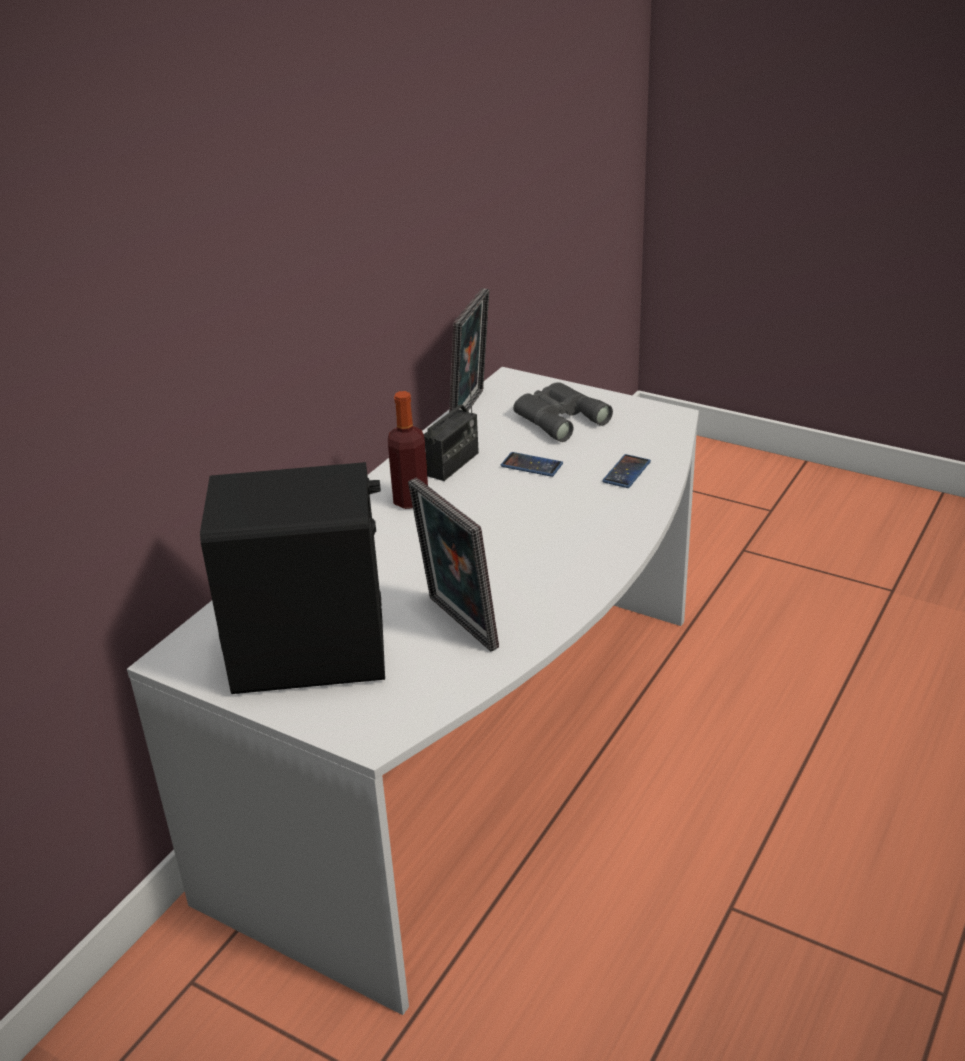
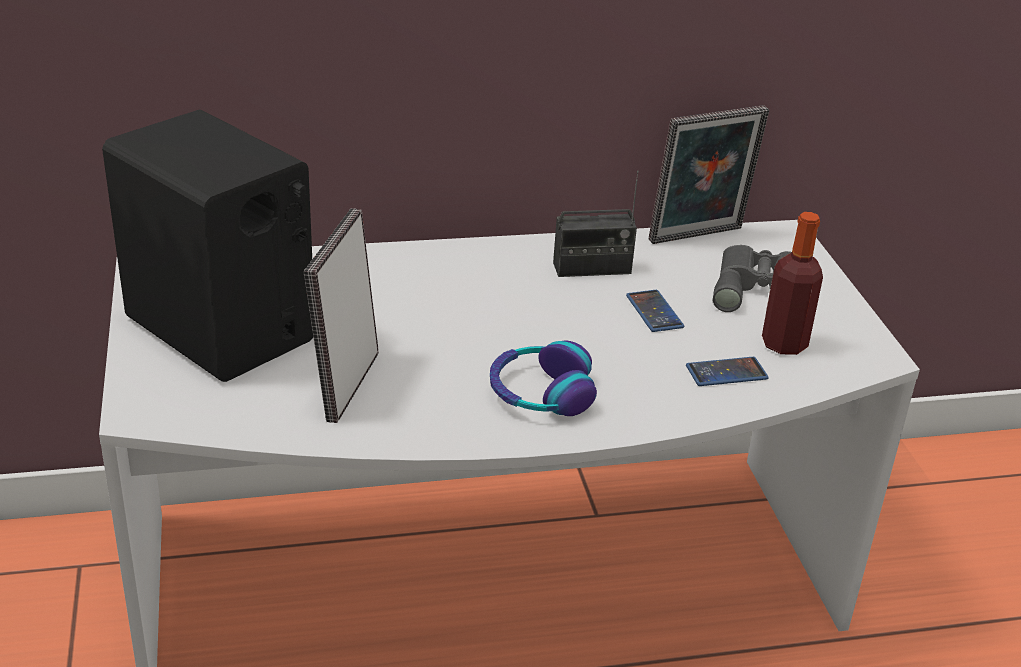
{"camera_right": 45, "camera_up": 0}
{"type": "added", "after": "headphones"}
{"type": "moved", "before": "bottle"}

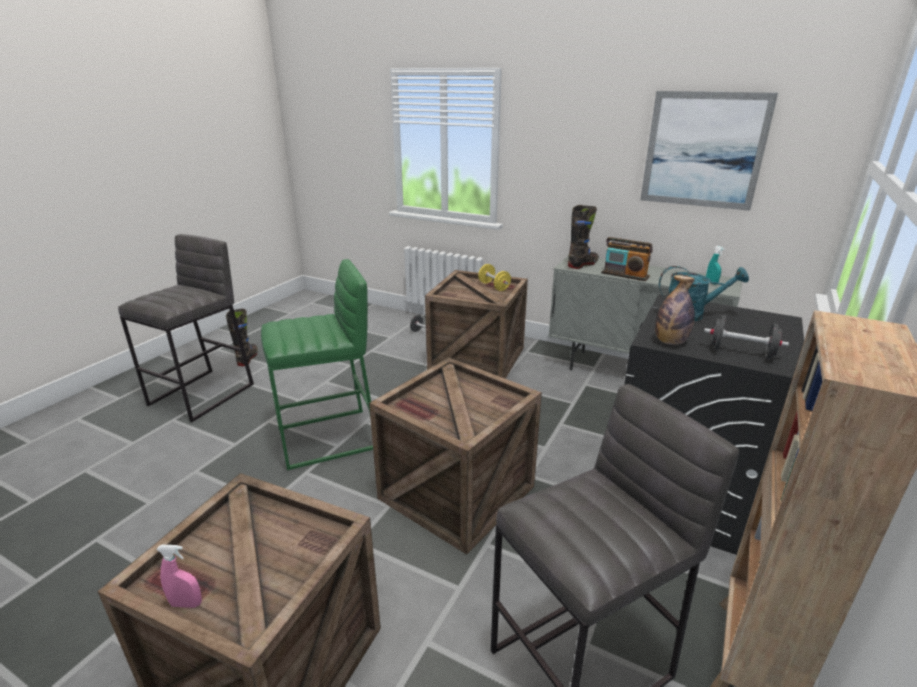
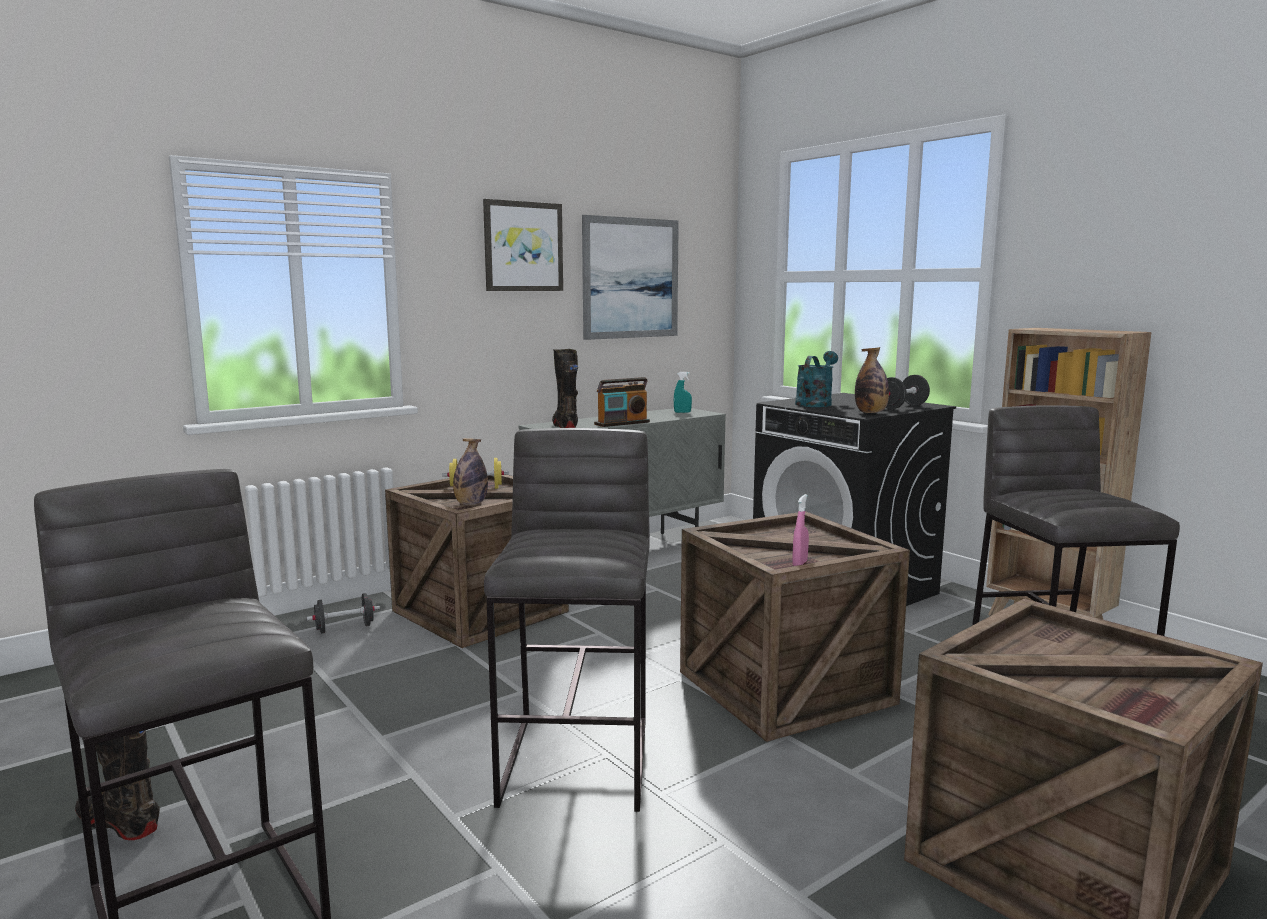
{"camera_right": -65, "camera_up": -15}
{"type": "added", "after": "bottle (1st from left)"}
{"type": "added", "after": "picture (1st from left)"}
{"type": "recoloured", "before": "green stool", "after": "grey stool (2nd from left)"}
{"type": "moved", "before": "pink spray bottle"}

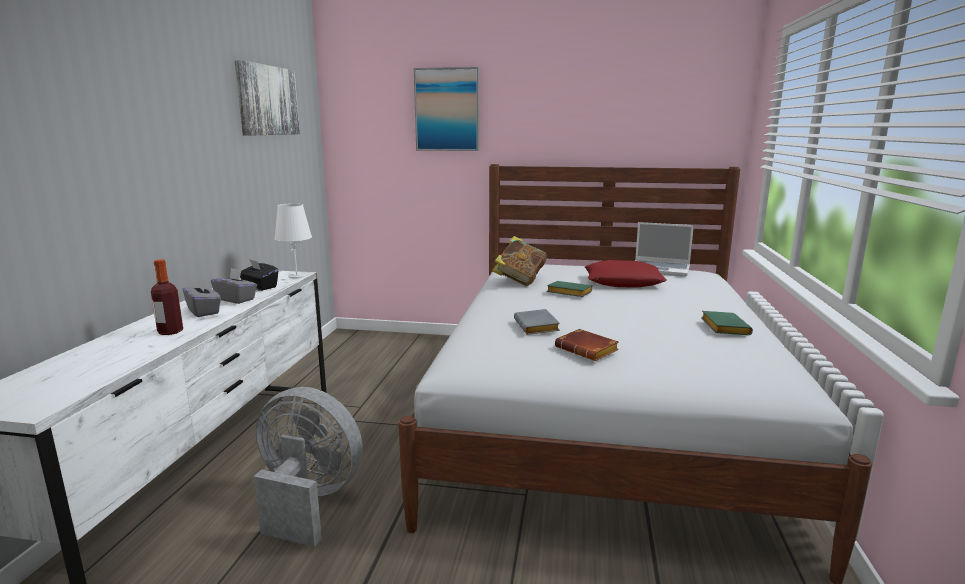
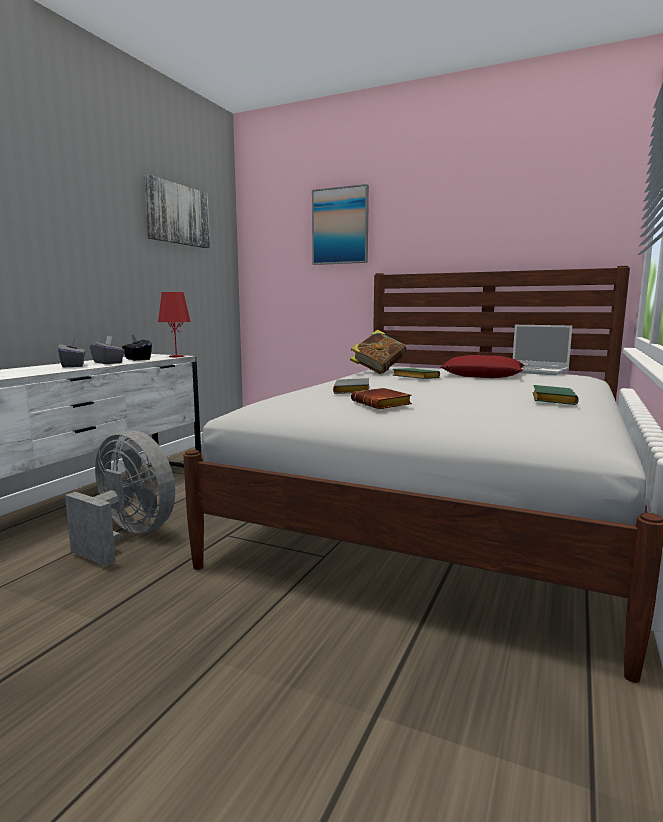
{"camera_right": 15, "camera_up": -5}
{"type": "recoloured", "before": "white table lamp", "after": "red table lamp"}
{"type": "removed", "before": "bottle"}

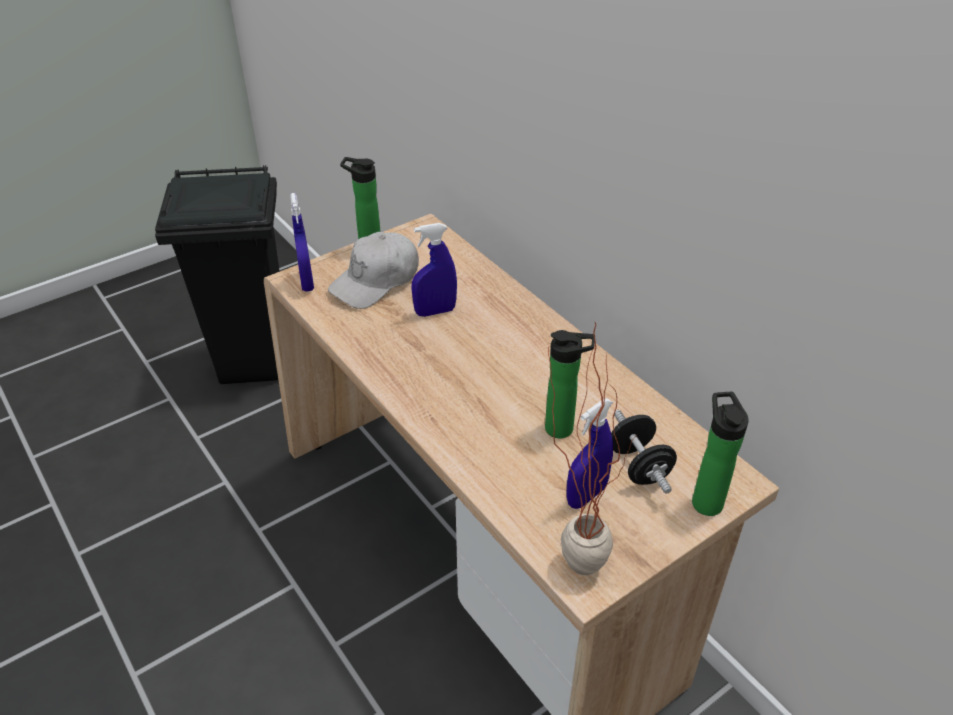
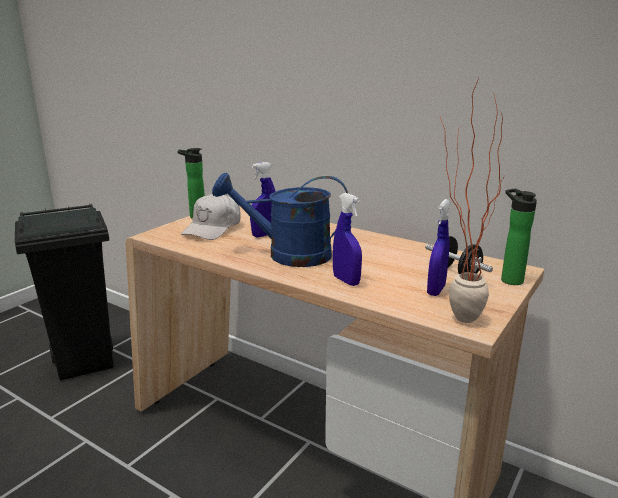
{"camera_right": -20, "camera_up": -20}
{"type": "added", "after": "blue watering can"}
{"type": "moved", "before": "blue spray bottle (1st from left in the first image)", "after": "blue spray bottle (2nd from left)"}
{"type": "removed", "before": "bottle (2nd from left)"}

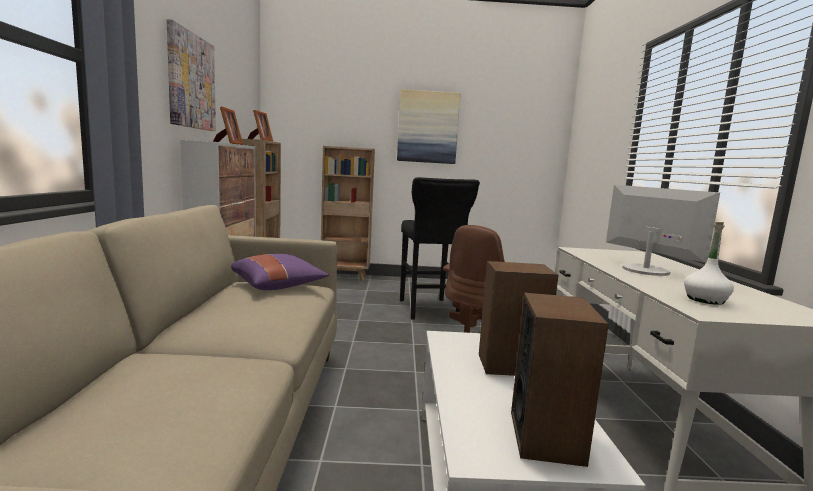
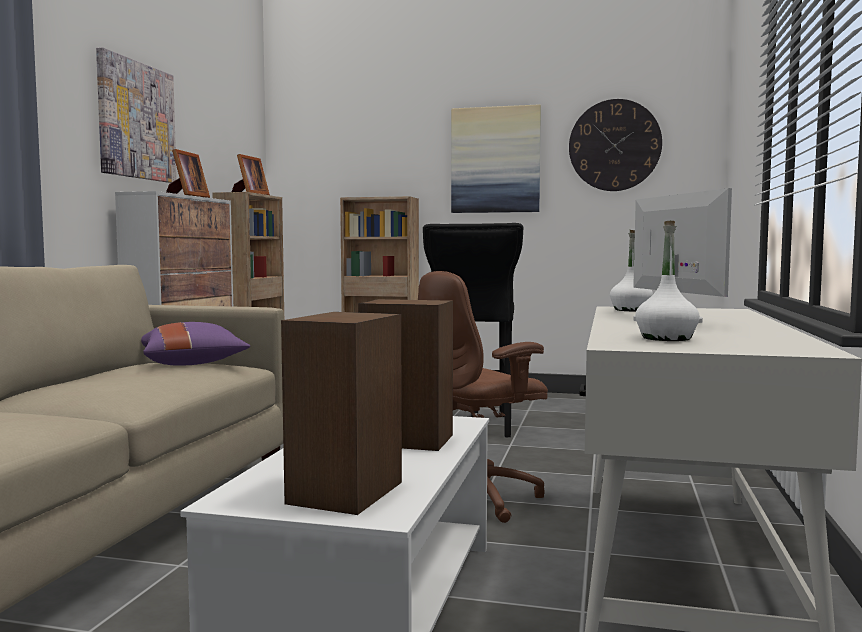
{"camera_right": 15, "camera_up": -5}
{"type": "added", "after": "wall clock"}
{"type": "added", "after": "white bottle (1st from left)"}

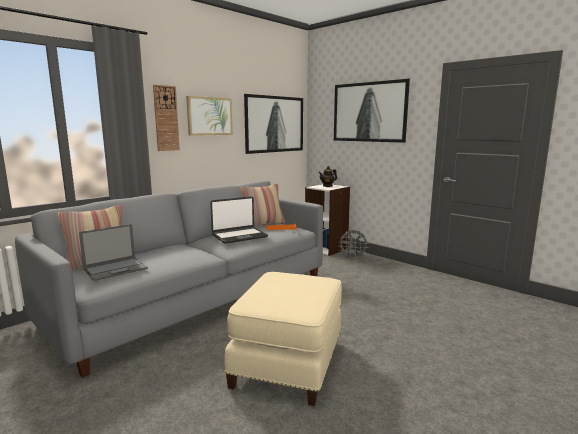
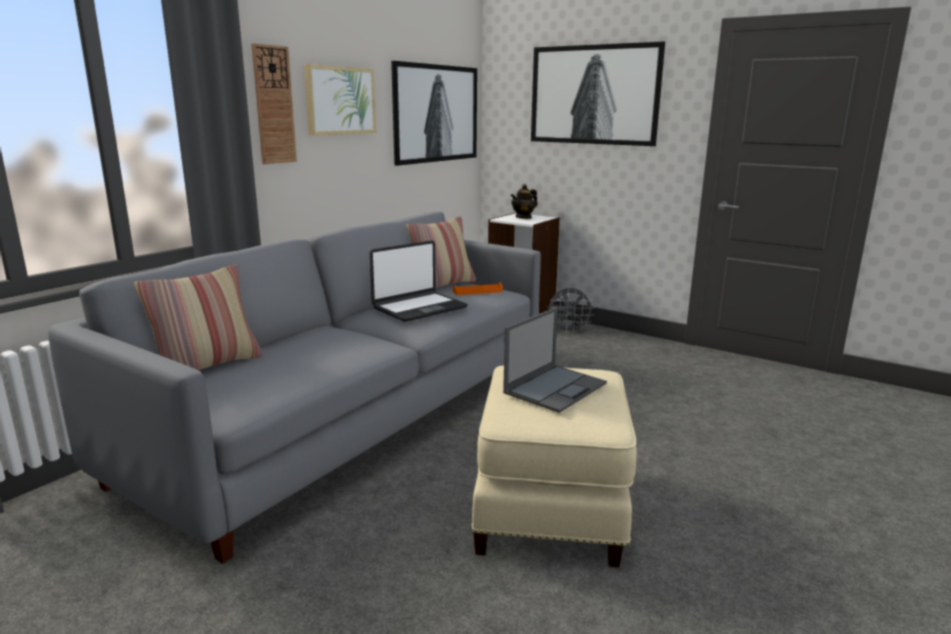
{"camera_right": -10, "camera_up": 5}
{"type": "moved", "before": "laptop (1st from left in the first image)", "after": "laptop (2nd from left)"}

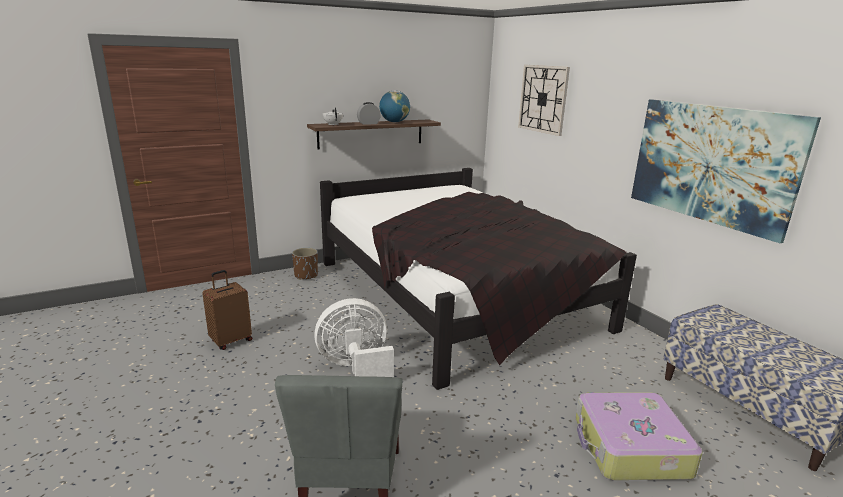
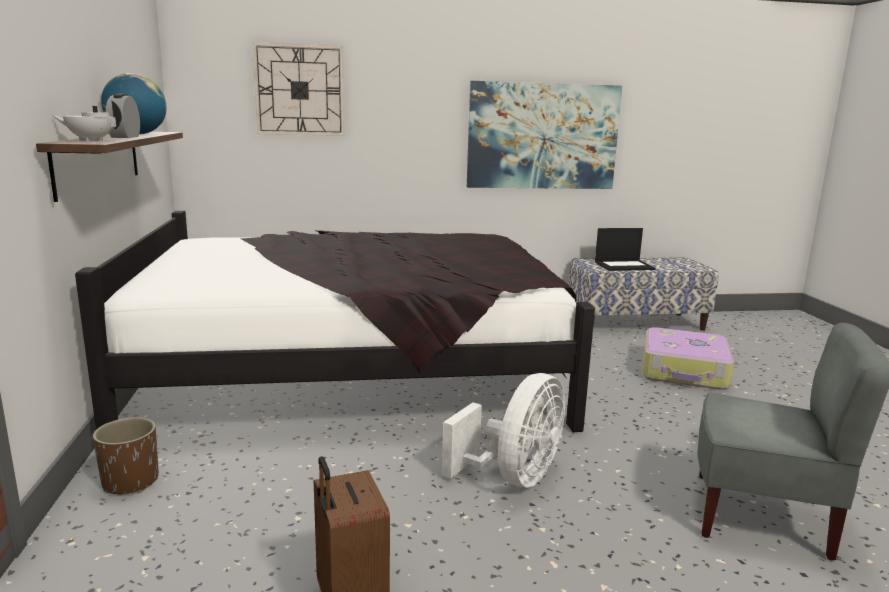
{"camera_right": -70, "camera_up": -5}
{"type": "turned", "before": "white fan", "turn": -150}
{"type": "added", "after": "laptop"}

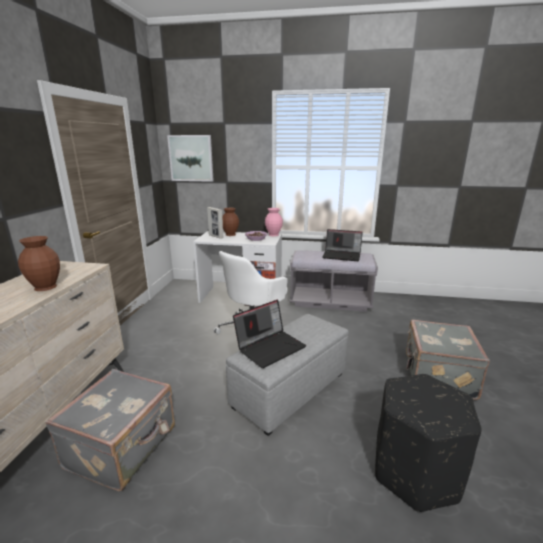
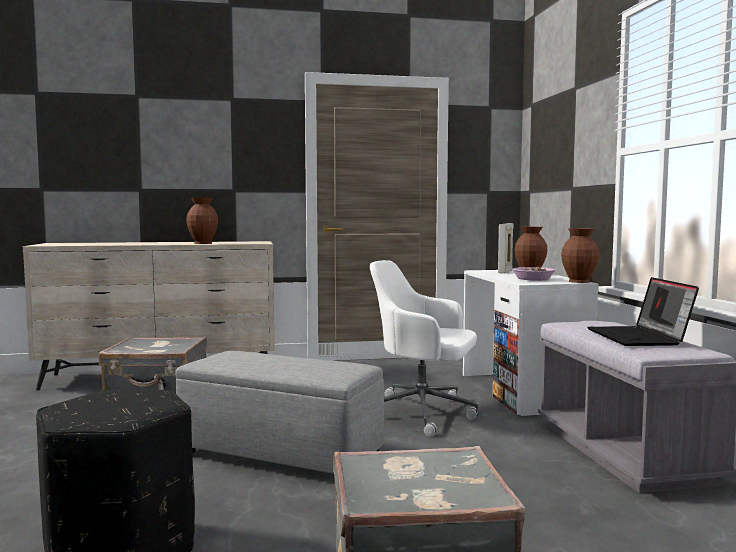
{"camera_right": 70, "camera_up": -15}
{"type": "recoloured", "before": "pink vase", "after": "brown vase (3rd from left)"}
{"type": "removed", "before": "picture"}
{"type": "removed", "before": "laptop (1st from left)"}

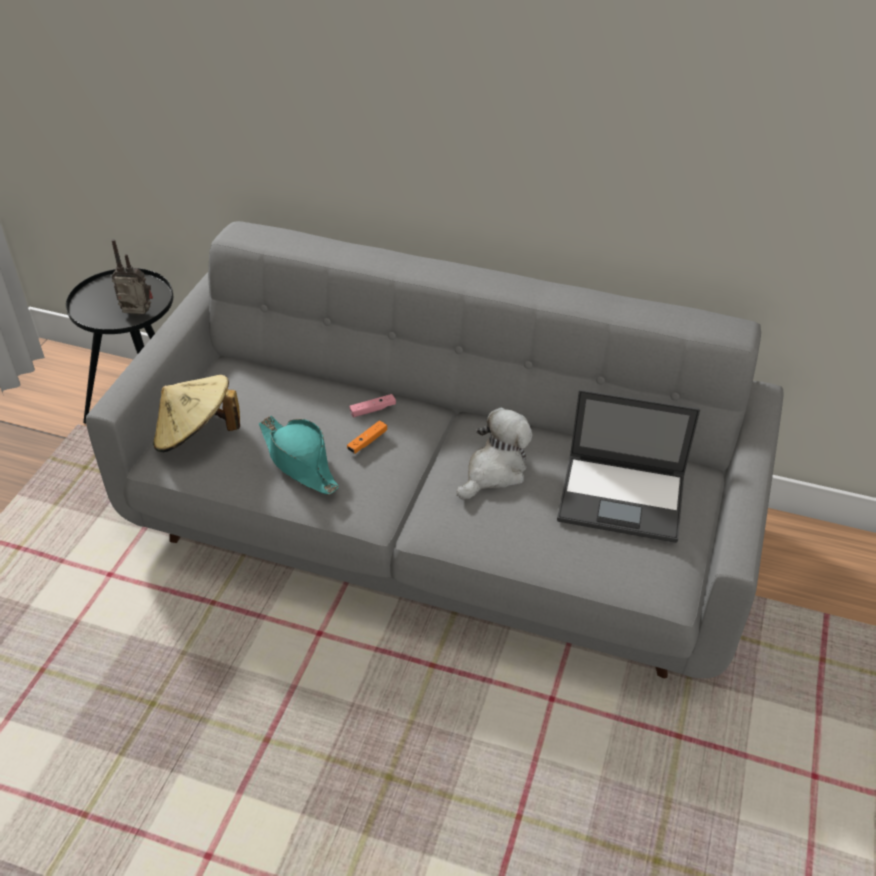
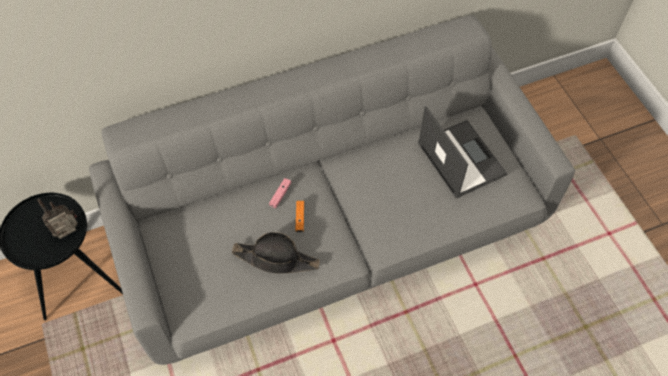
{"camera_right": -40, "camera_up": 15}
{"type": "recoloured", "before": "turquoise hat", "after": "black hat"}
{"type": "turned", "before": "laptop", "turn": -90}
{"type": "removed", "before": "beige hat"}
{"type": "removed", "before": "plush toy"}

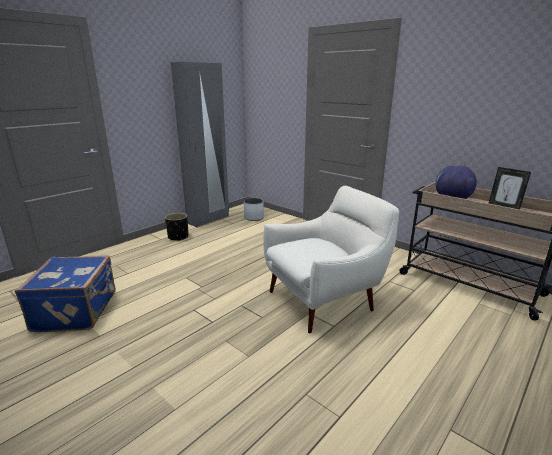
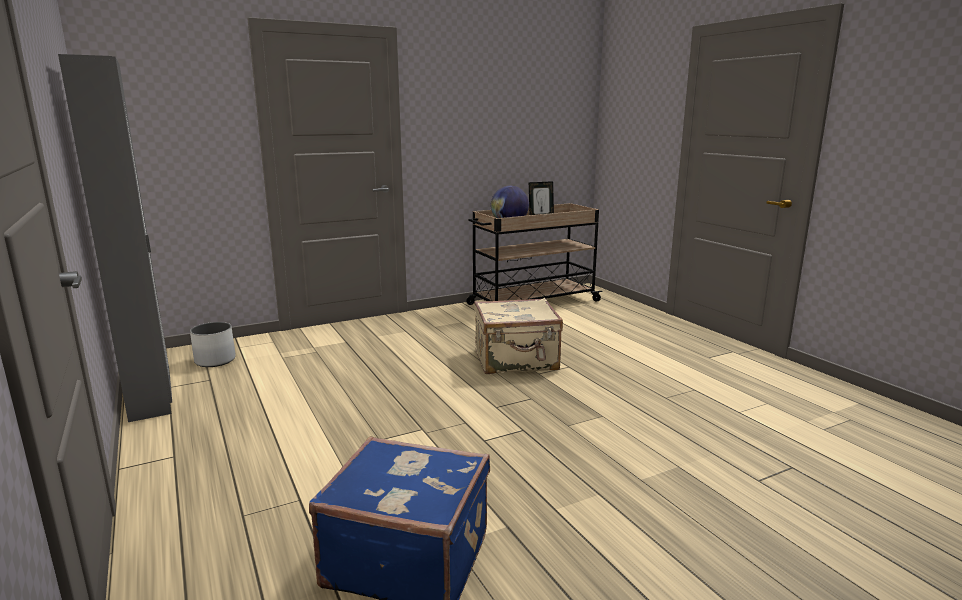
{"camera_right": -70, "camera_up": -5}
{"type": "replaced", "before": "white armchair", "after": "beige suitcase"}
{"type": "removed", "before": "black planter"}

